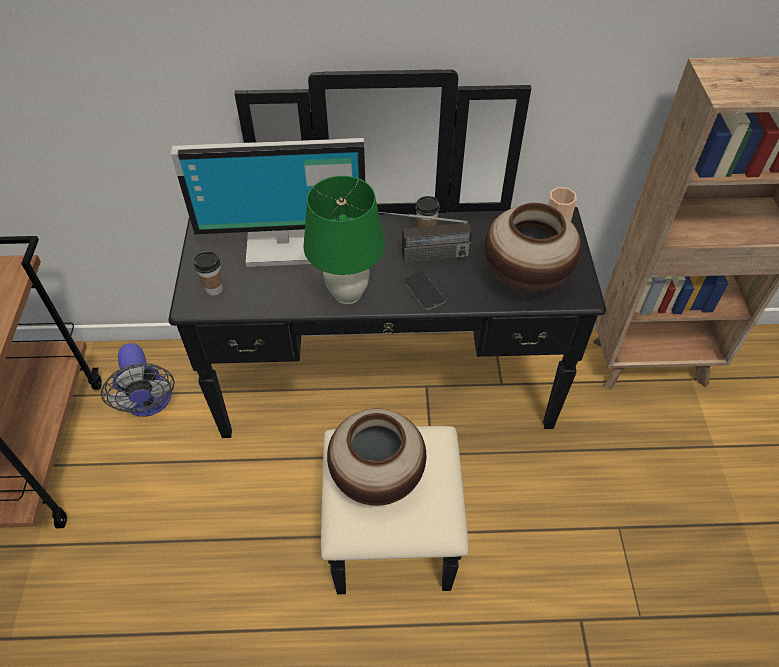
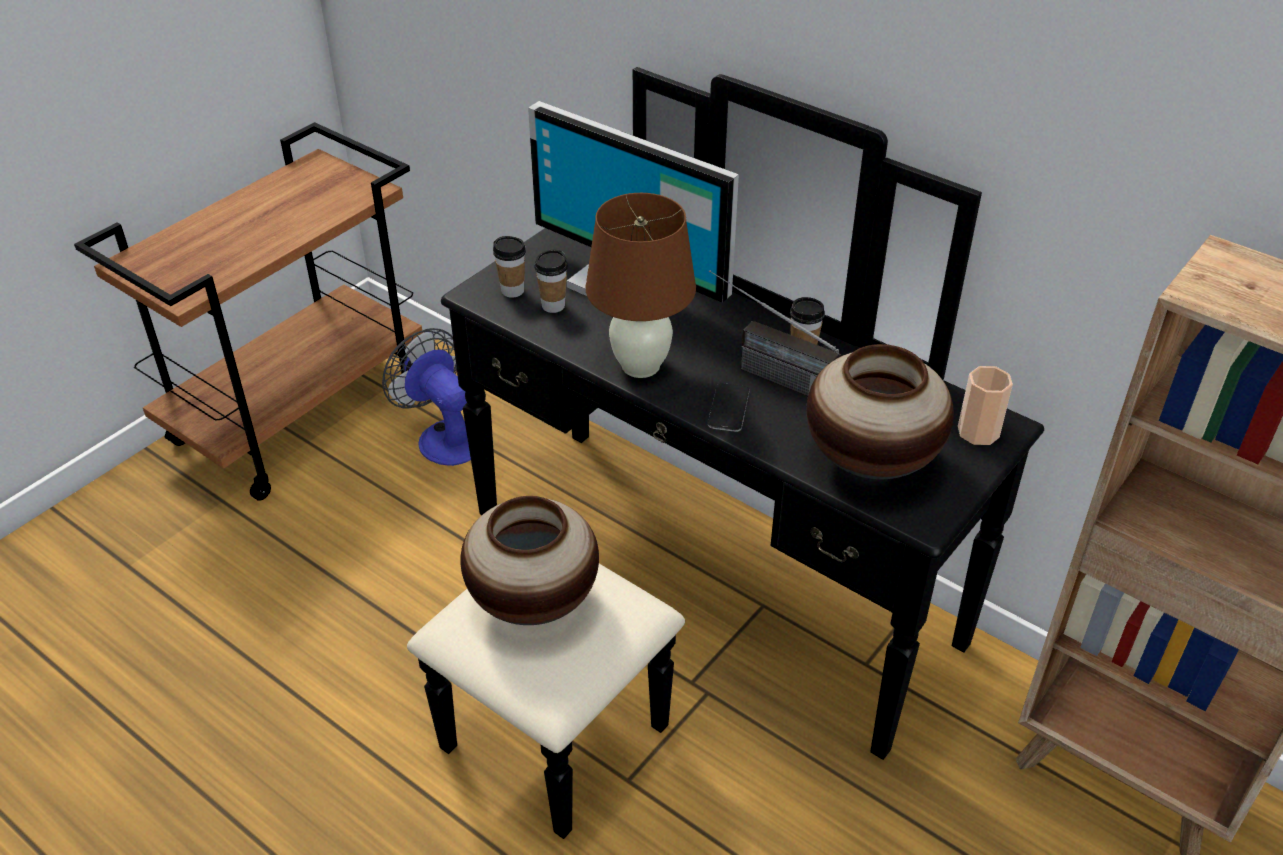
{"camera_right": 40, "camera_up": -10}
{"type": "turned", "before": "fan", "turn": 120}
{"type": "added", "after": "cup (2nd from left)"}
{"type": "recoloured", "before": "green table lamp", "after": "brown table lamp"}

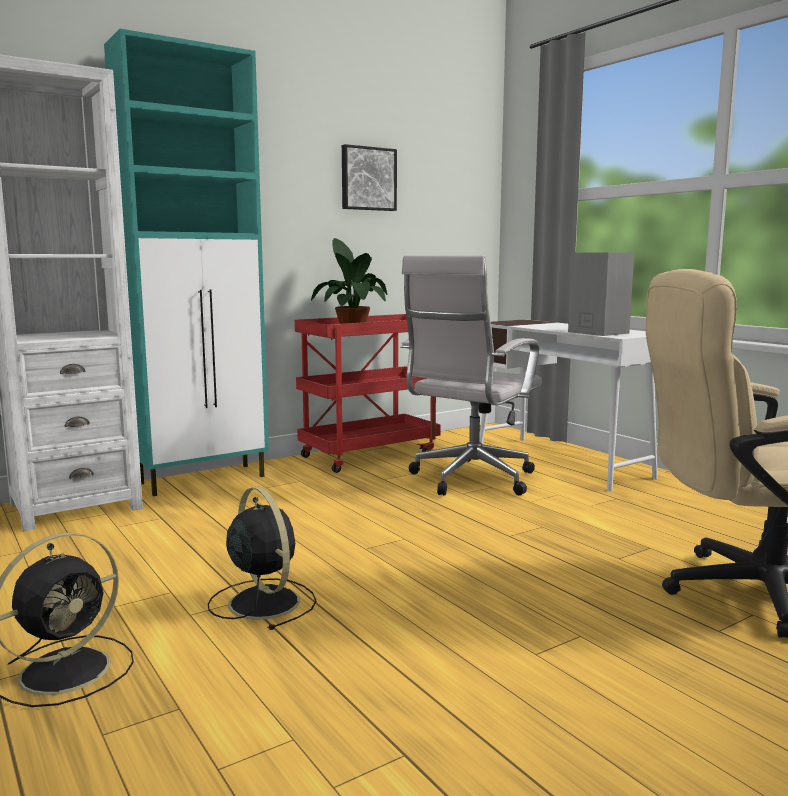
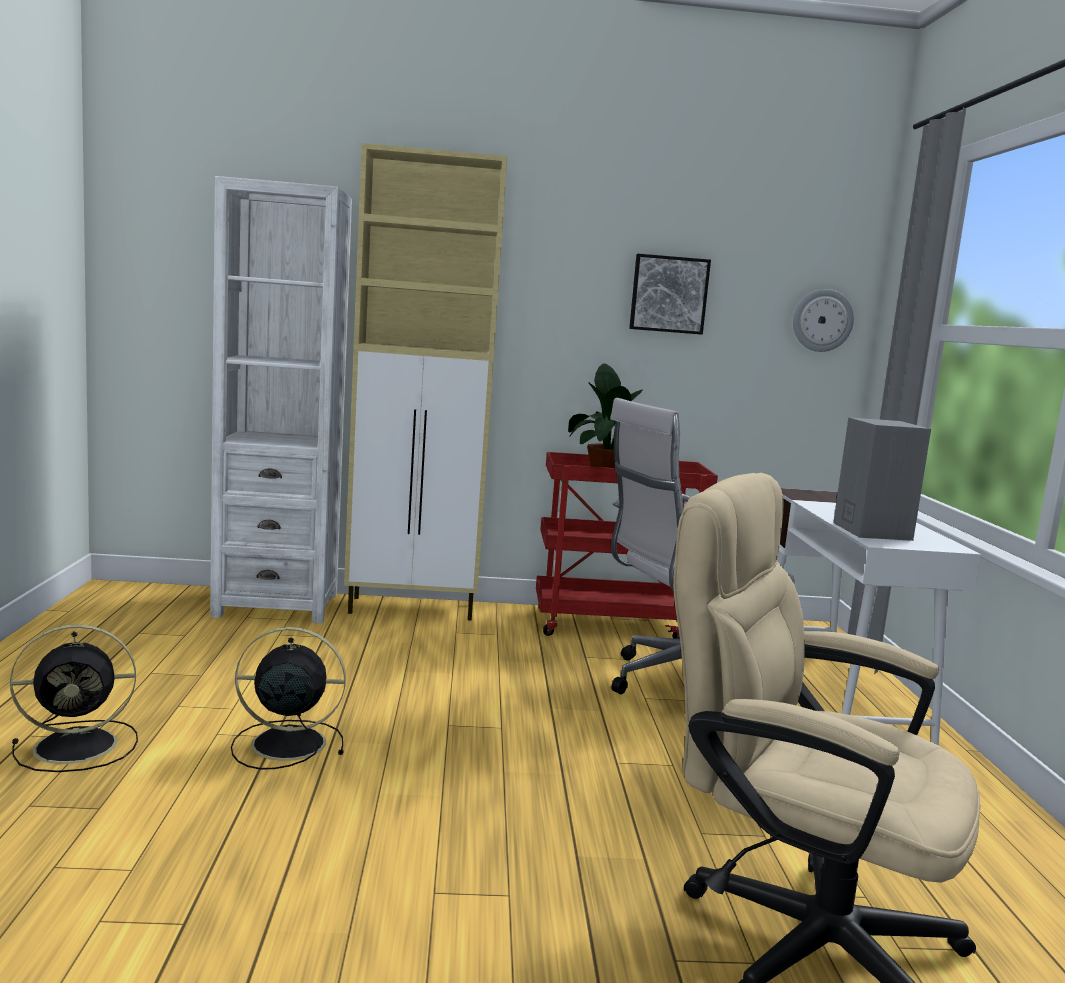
{"camera_right": 30, "camera_up": 0}
{"type": "turned", "before": "black fan (2nd from left)", "turn": -90}
{"type": "recoloured", "before": "turquoise cabinet", "after": "beige cabinet"}
{"type": "added", "after": "wall clock"}

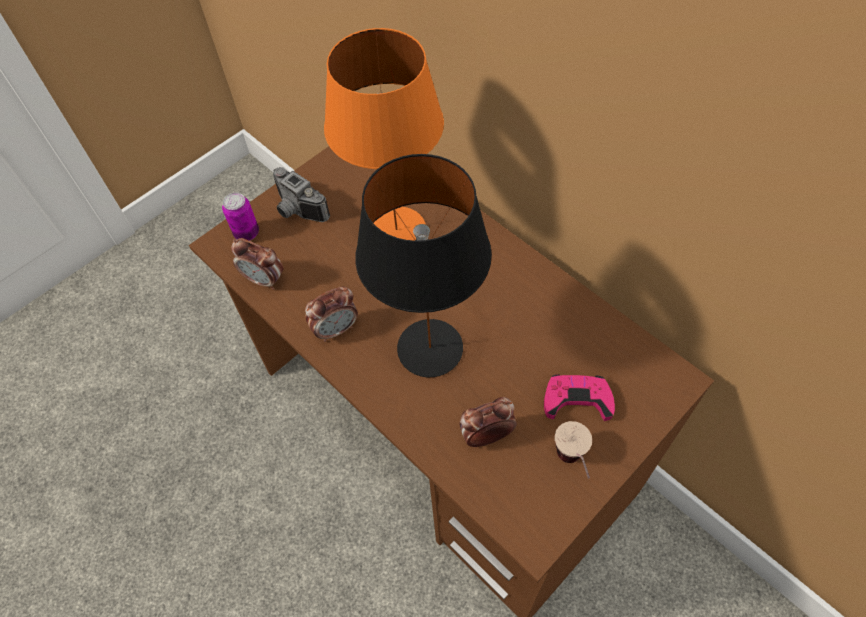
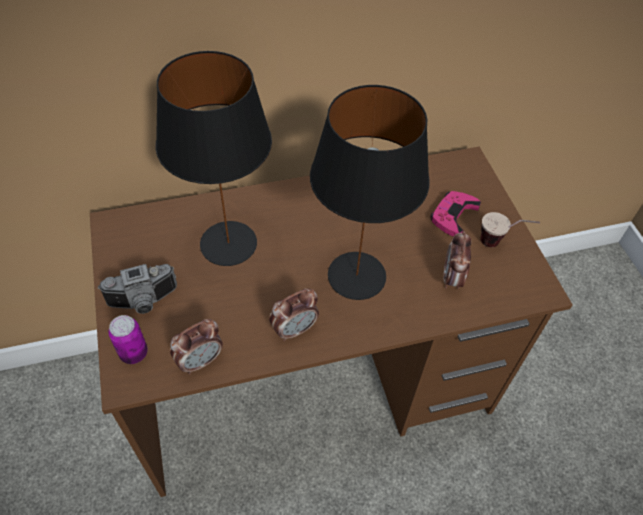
{"camera_right": -65, "camera_up": -5}
{"type": "recoloured", "before": "orange table lamp", "after": "black table lamp (1st from left)"}
{"type": "turned", "before": "alarm clock (2nd from left)", "turn": 60}

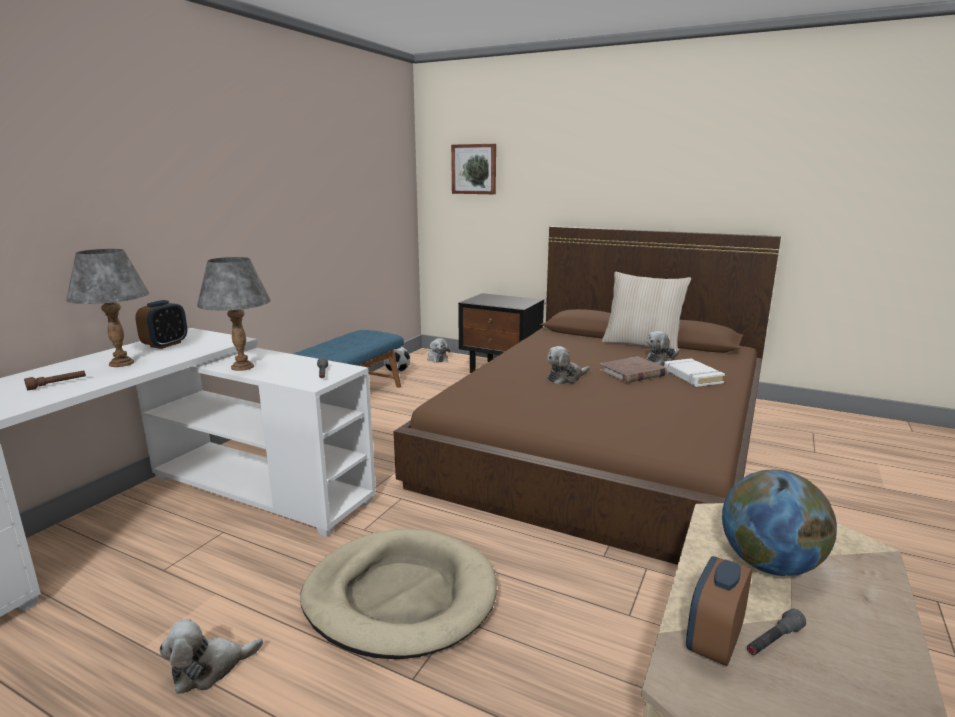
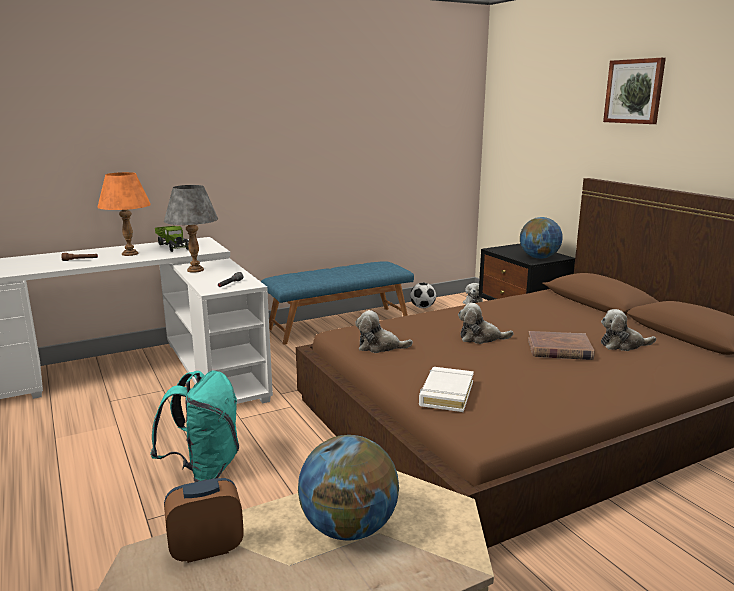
{"camera_right": 35, "camera_up": 0}
{"type": "recoloured", "before": "grey table lamp (1st from left)", "after": "orange table lamp"}
{"type": "replaced", "before": "beige dog bed", "after": "turquoise backpack"}
{"type": "replaced", "before": "alarm clock (1st from left)", "after": "toy truck"}
{"type": "moved", "before": "plush toy (1st from left)"}
{"type": "moved", "before": "white book"}
{"type": "added", "after": "globe (2nd from left)"}
{"type": "moved", "before": "picture"}
{"type": "removed", "before": "beige pillow"}
{"type": "removed", "before": "grey flashlight (2nd from left)"}

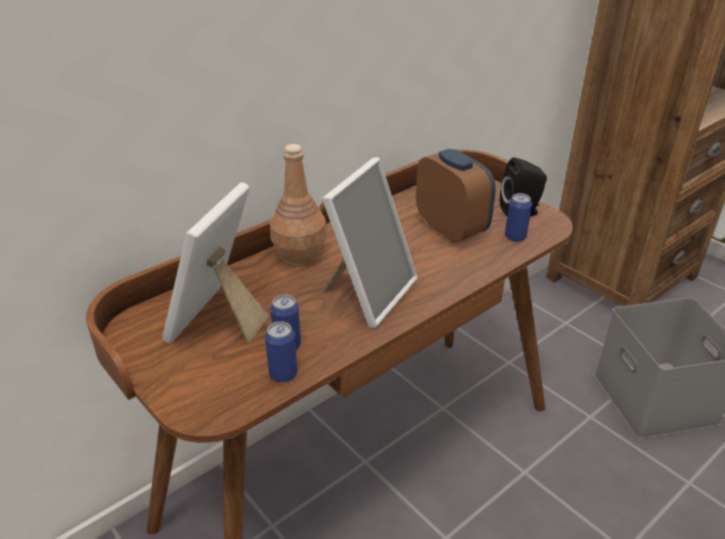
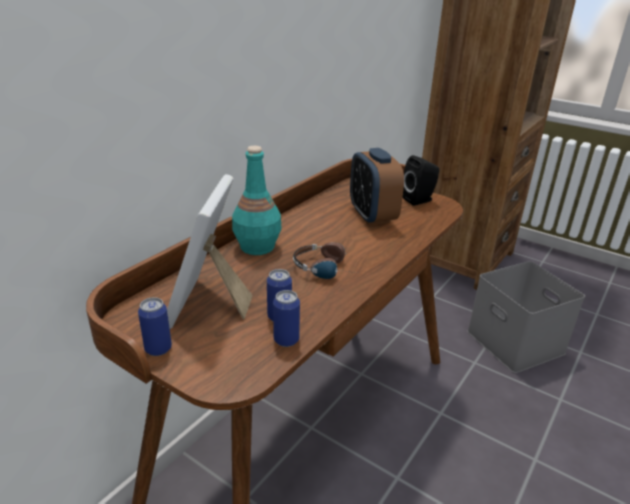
{"camera_right": -15, "camera_up": -5}
{"type": "moved", "before": "can (3rd from left in the first image)", "after": "can (1st from left)"}
{"type": "recoloured", "before": "brown bottle", "after": "turquoise bottle"}
{"type": "replaced", "before": "picture frame (2nd from left)", "after": "headphones"}
{"type": "turned", "before": "alarm clock", "turn": -150}

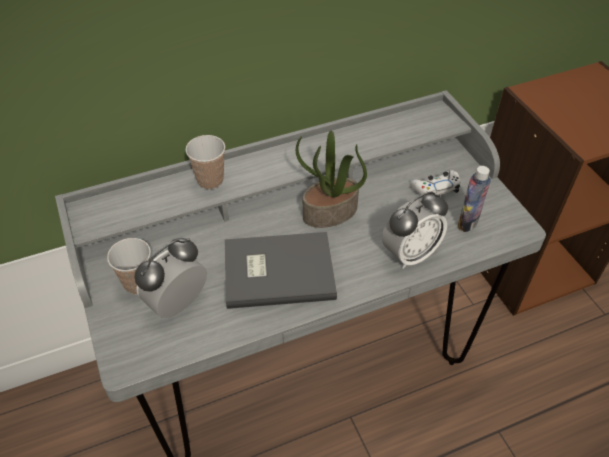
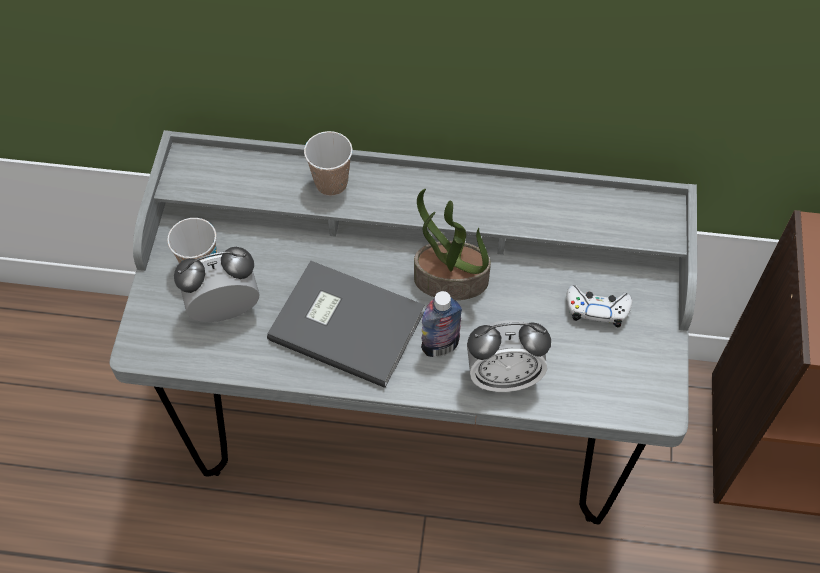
{"camera_right": 30, "camera_up": 10}
{"type": "moved", "before": "bottle"}

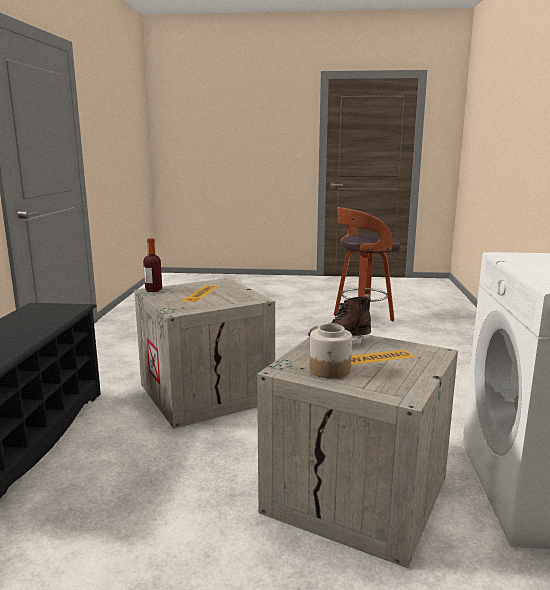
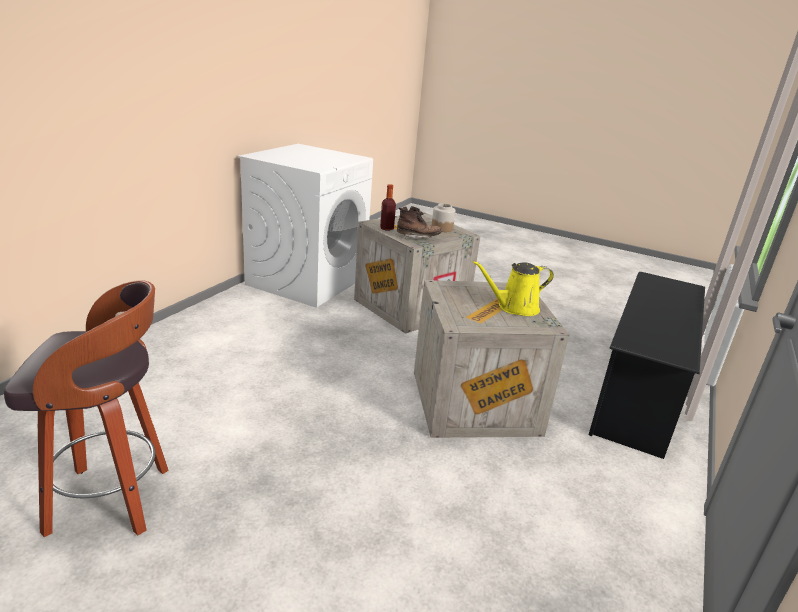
{"camera_right": -160, "camera_up": 10}
{"type": "moved", "before": "bottle"}
{"type": "added", "after": "yellow watering can"}

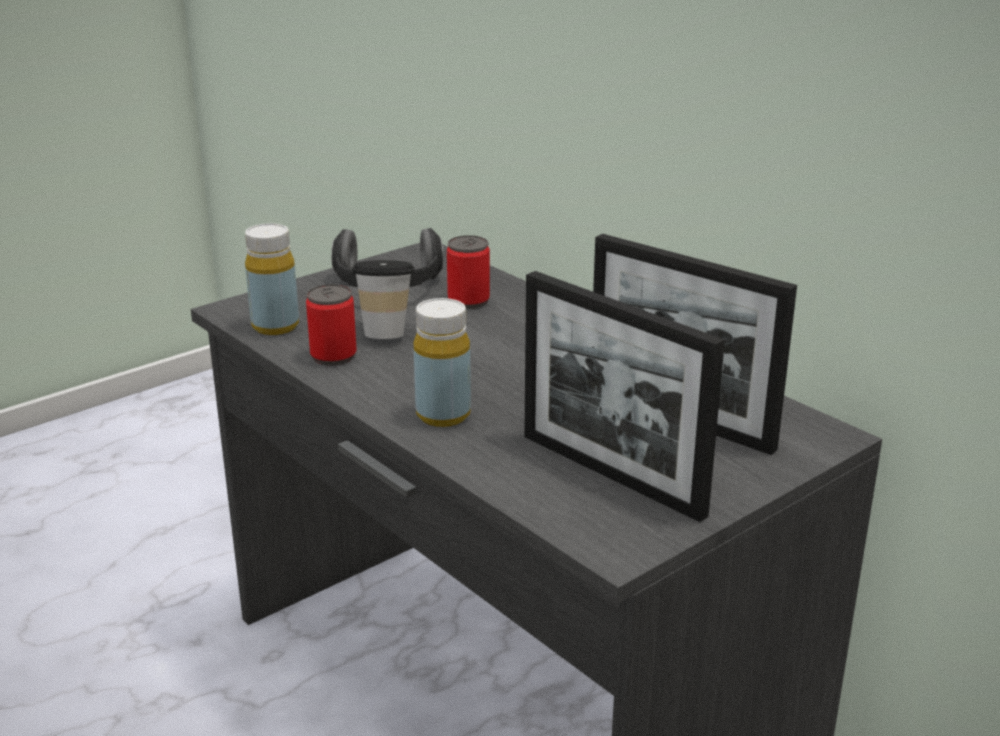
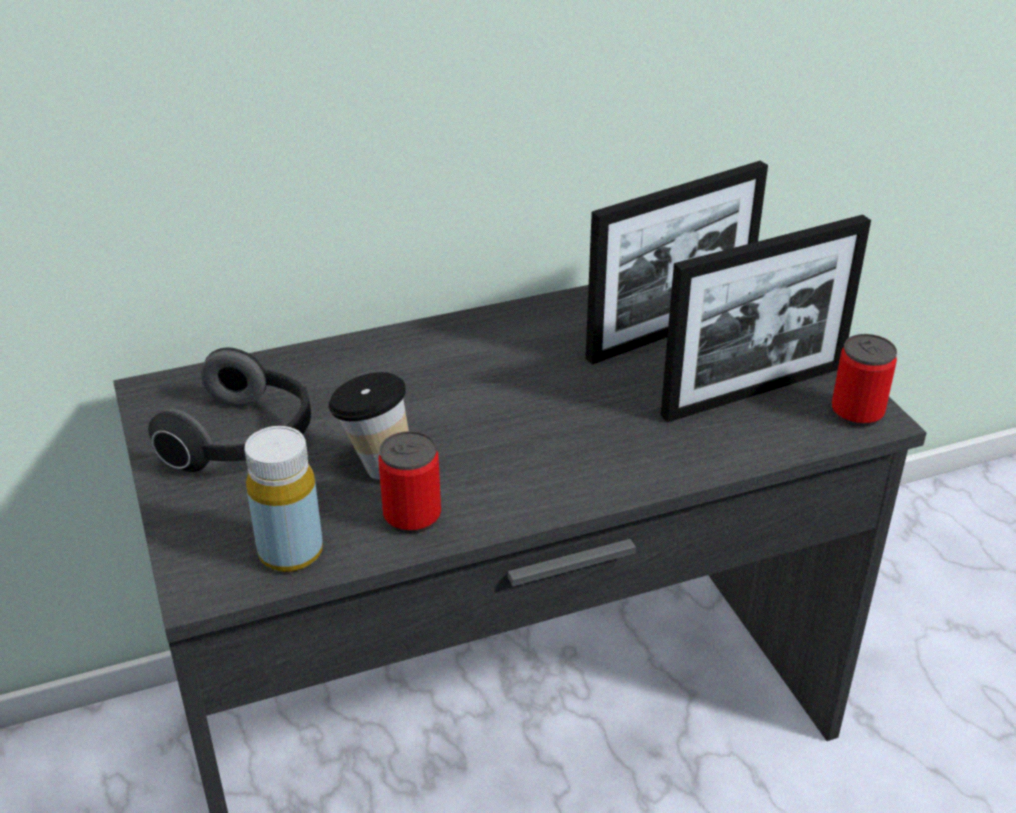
{"camera_right": -70, "camera_up": 10}
{"type": "moved", "before": "can (2nd from left)"}
{"type": "removed", "before": "yellow bottle (2nd from left)"}

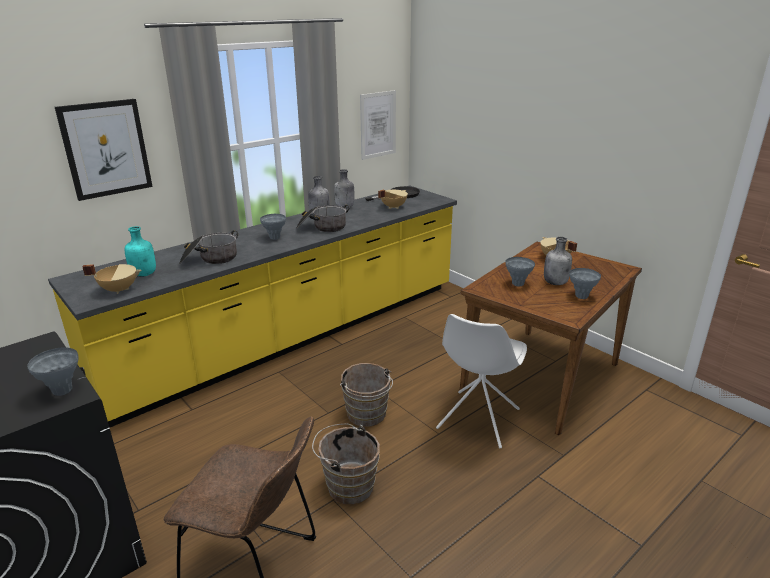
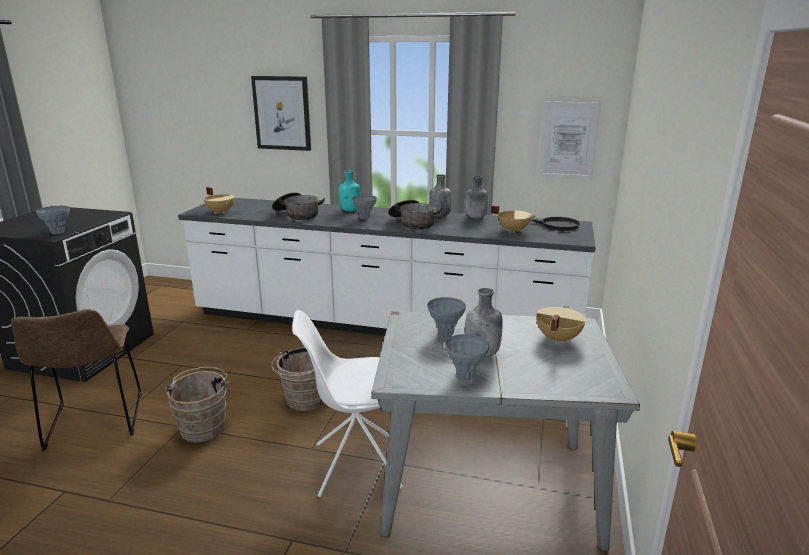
{"camera_right": 55, "camera_up": -5}
{"type": "recoloured", "before": "yellow counter", "after": "white counter"}
{"type": "moved", "before": "turquoise bottle"}
{"type": "recoloured", "before": "brown dining table", "after": "grey dining table"}

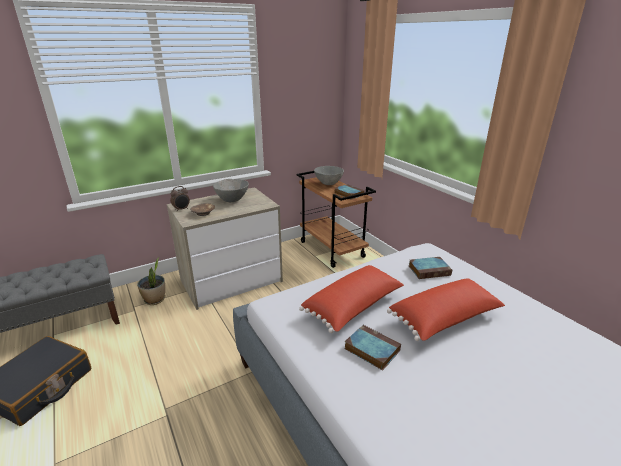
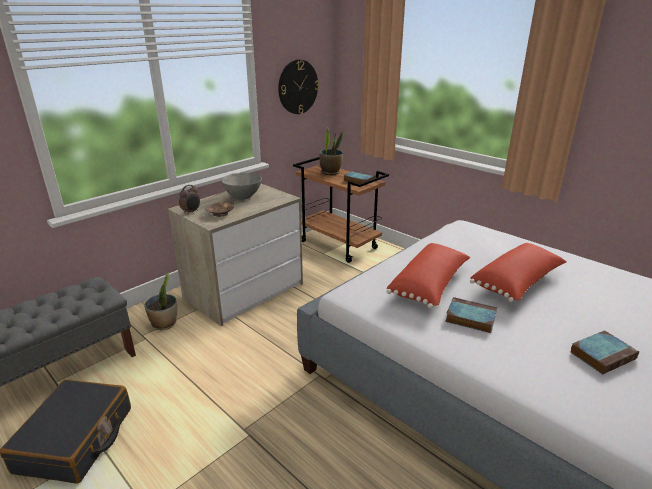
{"camera_right": -15, "camera_up": 0}
{"type": "added", "after": "wall clock"}
{"type": "replaced", "before": "grey bowl (2nd from left)", "after": "potted plant (2nd from left)"}
{"type": "moved", "before": "book (3rd from left)"}

